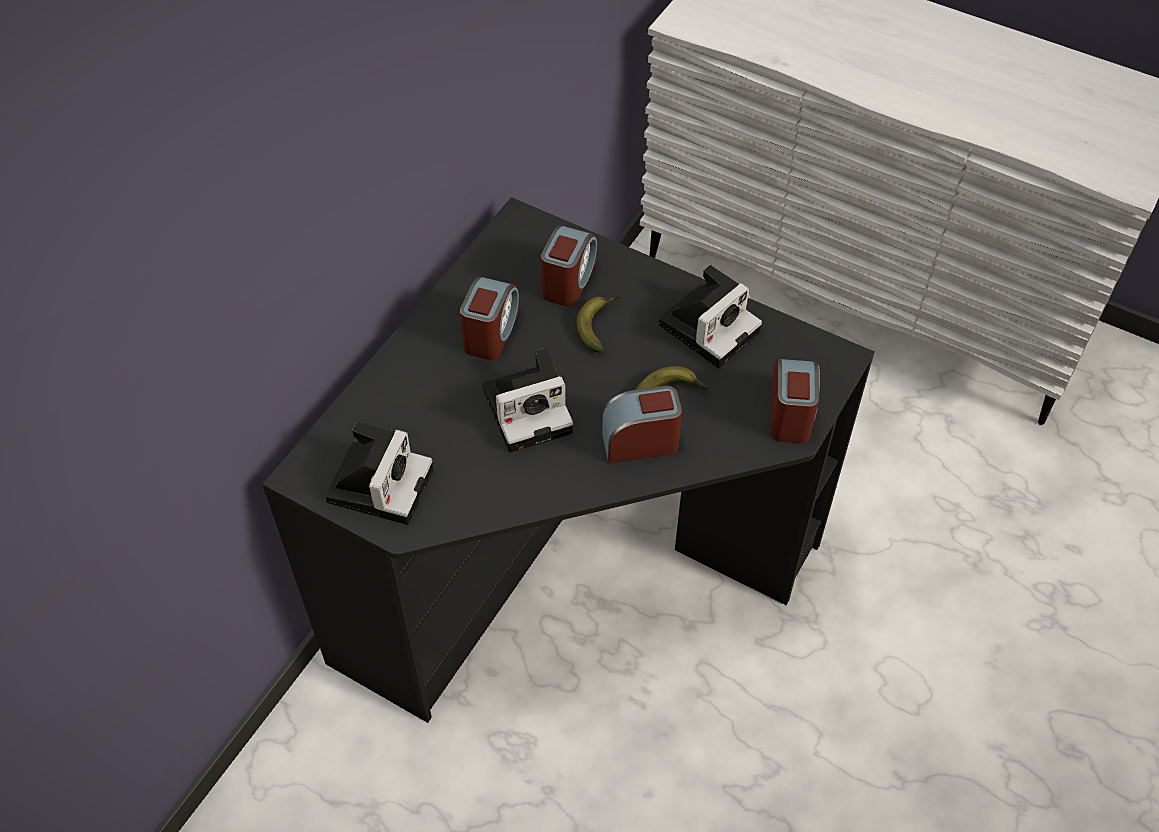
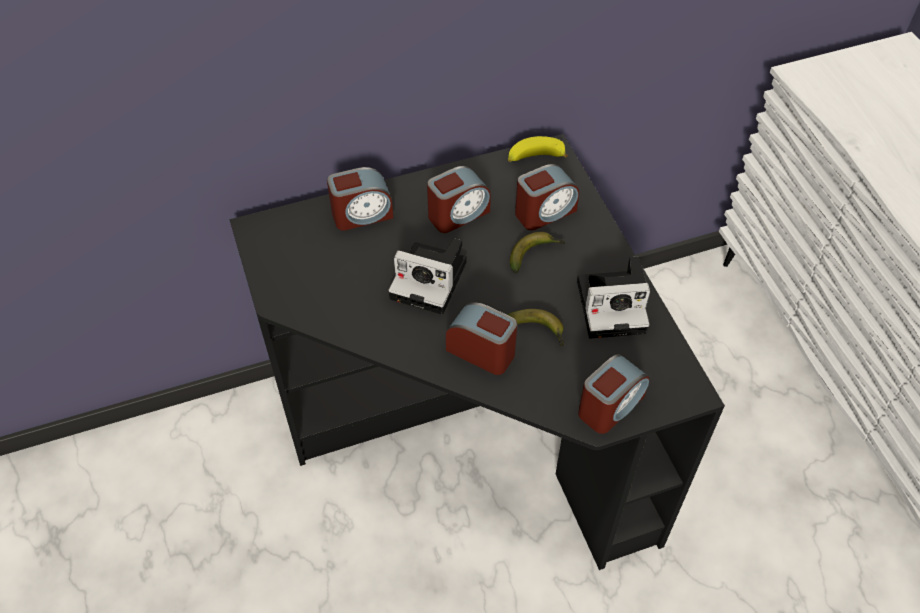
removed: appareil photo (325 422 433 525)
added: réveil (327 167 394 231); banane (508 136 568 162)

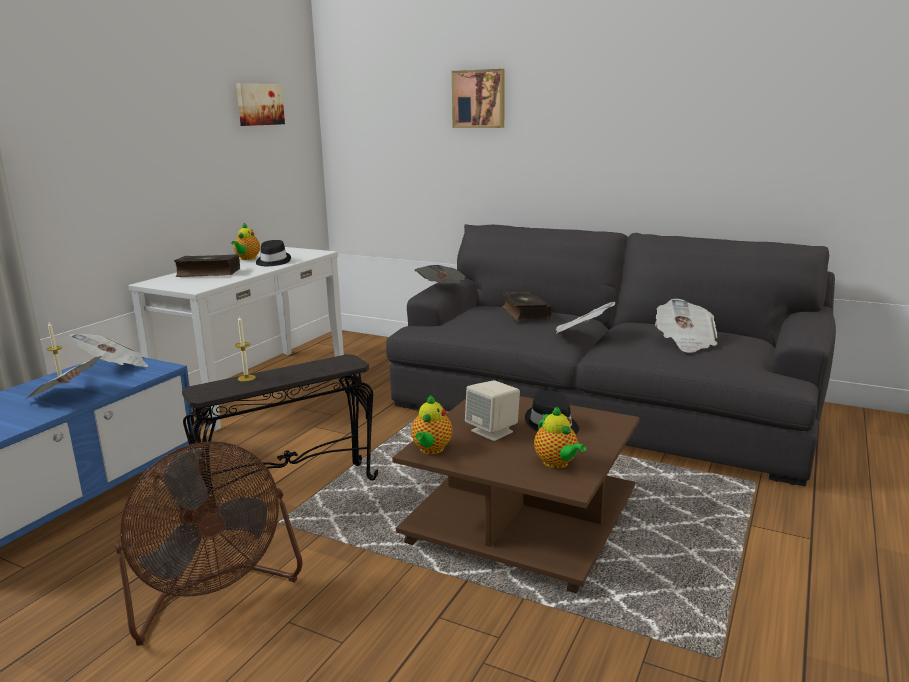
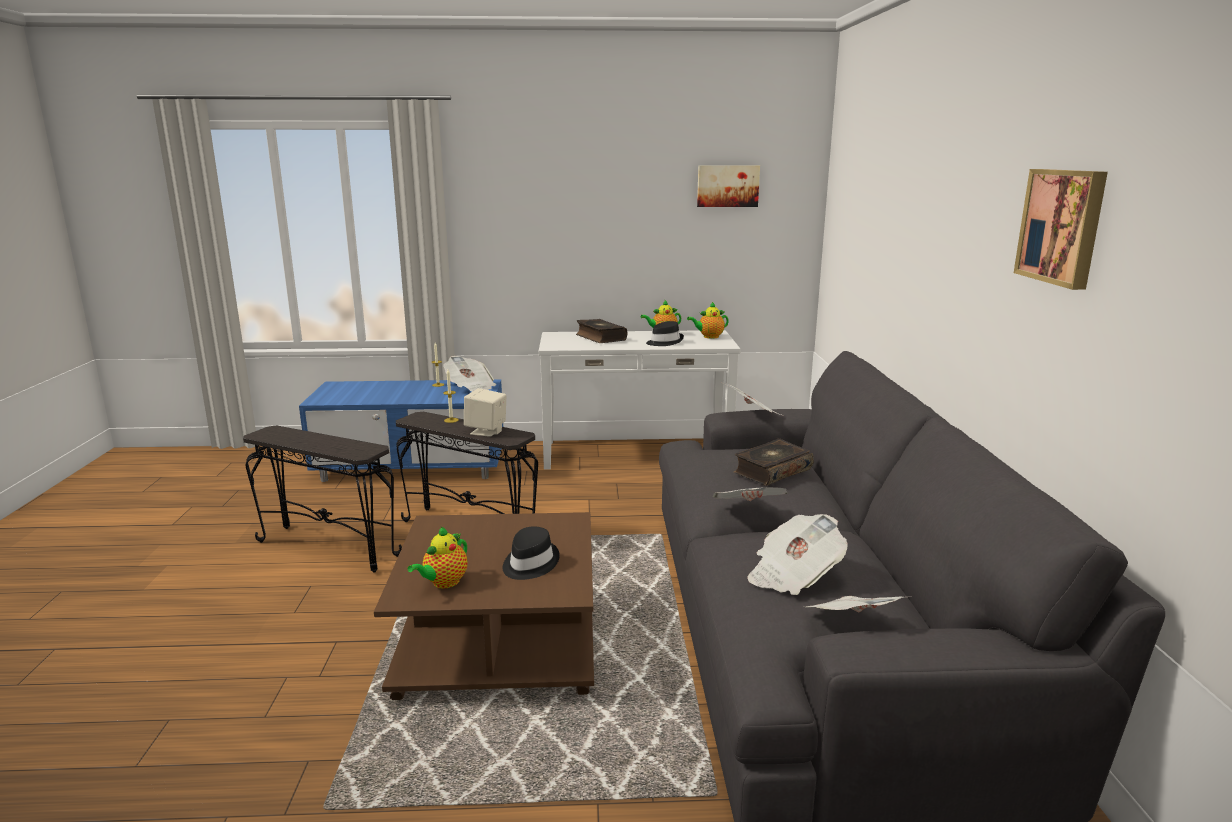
moved: journal (26 356 102 399) to (803 596 904 612); théière (411 395 452 454) to (687 302 729 339); tableau (452 69 505 128) to (1014 169 1108 290); enceinte/beige (465 380 520 441) to (464 388 506 437)
replaced: ventilateur/marron (115 442 302 646) to table d'appoint/noir (243 425 402 573)

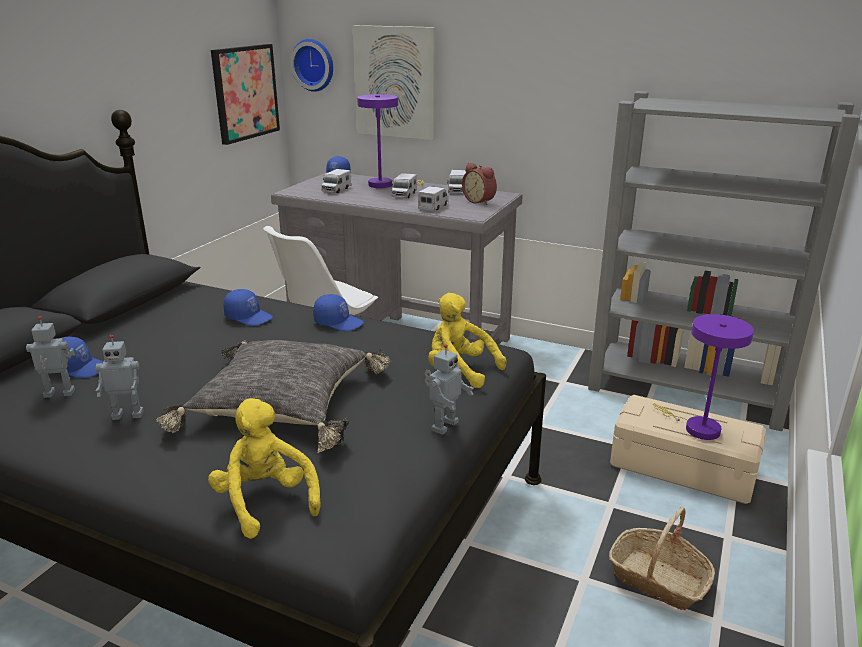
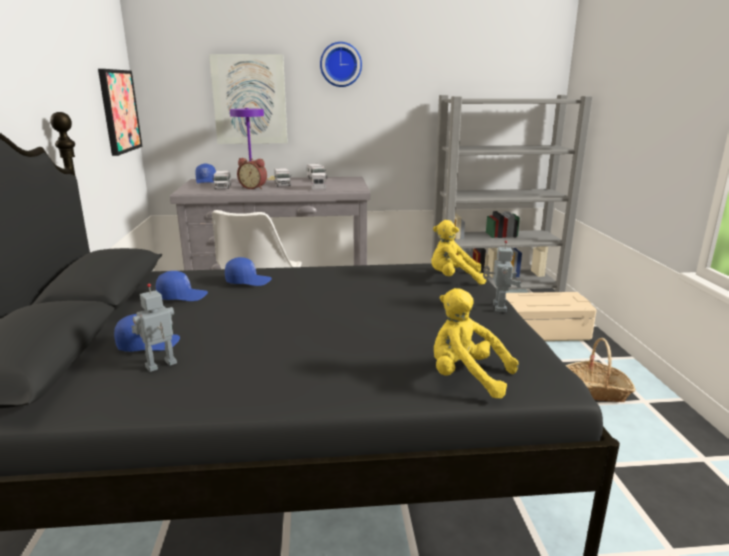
removed: robot jouet (96 335 144 420); coussin (156 340 391 453); lampe de table/violet (653 314 754 440)
moved: horloge murale (290 39 333 92) to (320 42 362 87); casquette/bleu (313 294 364 331) to (156 271 208 301); réveil (462 163 497 205) to (237 158 267 189)

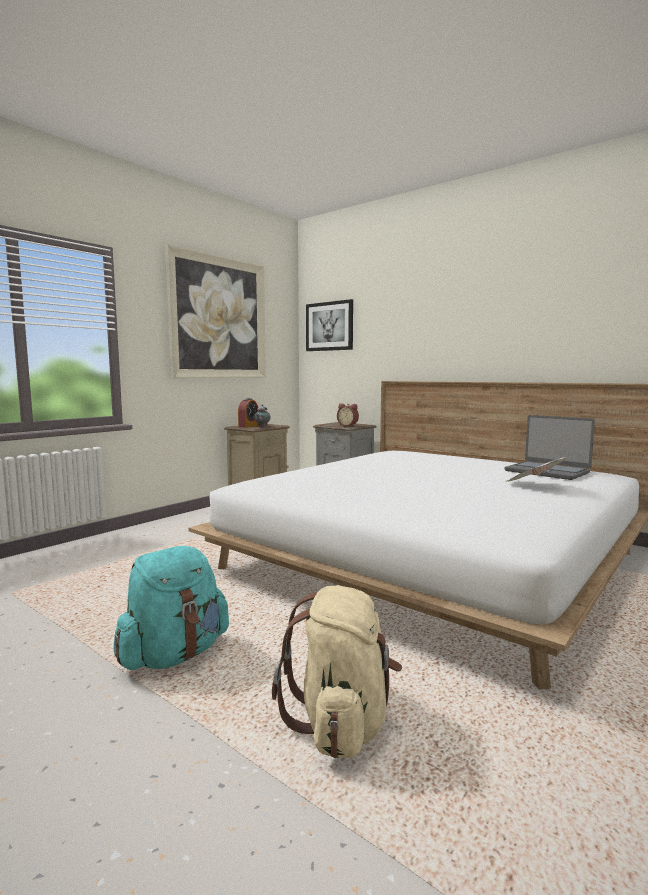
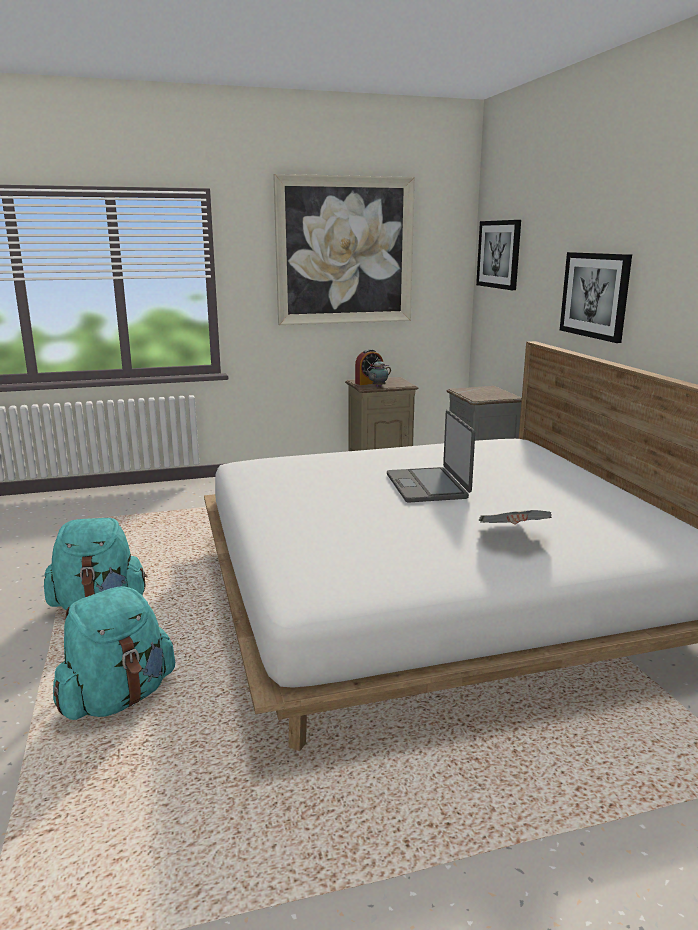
removed: réveil (337 403 359 426)
added: tableau (560 252 632 343)
moved: ordinateur portable (505 415 595 480) to (387 410 475 503)
recoloured: sac à dos/beige (272 586 402 758) to sac à dos/turquoise (53 586 175 720)

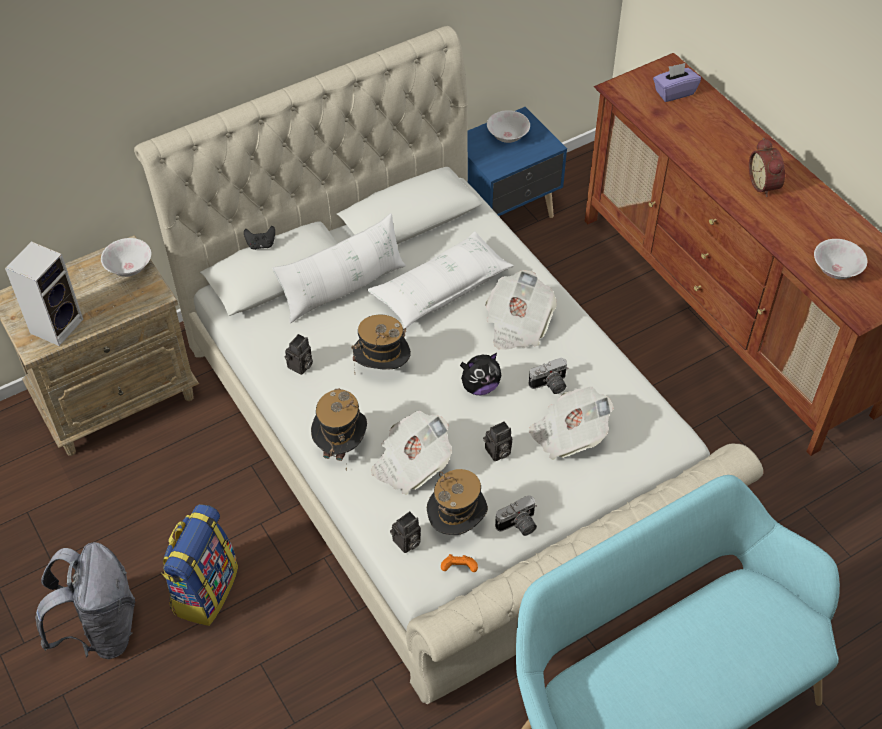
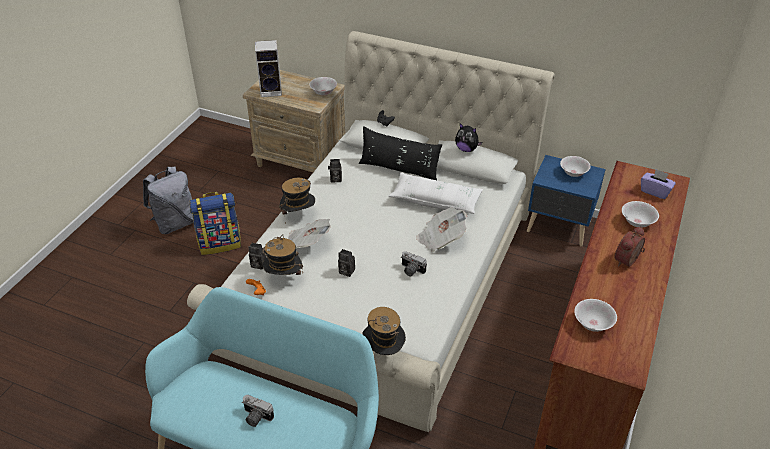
removed: journal (529 386 614 460)
added: bol/blanc (622 201 659 227)
moved: chapeau (351 314 411 373) to (362 307 406 355); peluche (460 353 502 395) to (455 123 482 152); appareil photo (495 495 537 536) to (242 395 274 427)
recoloured: coussin/blanc (272 213 406 323) to coussin/noir (359 126 442 180)

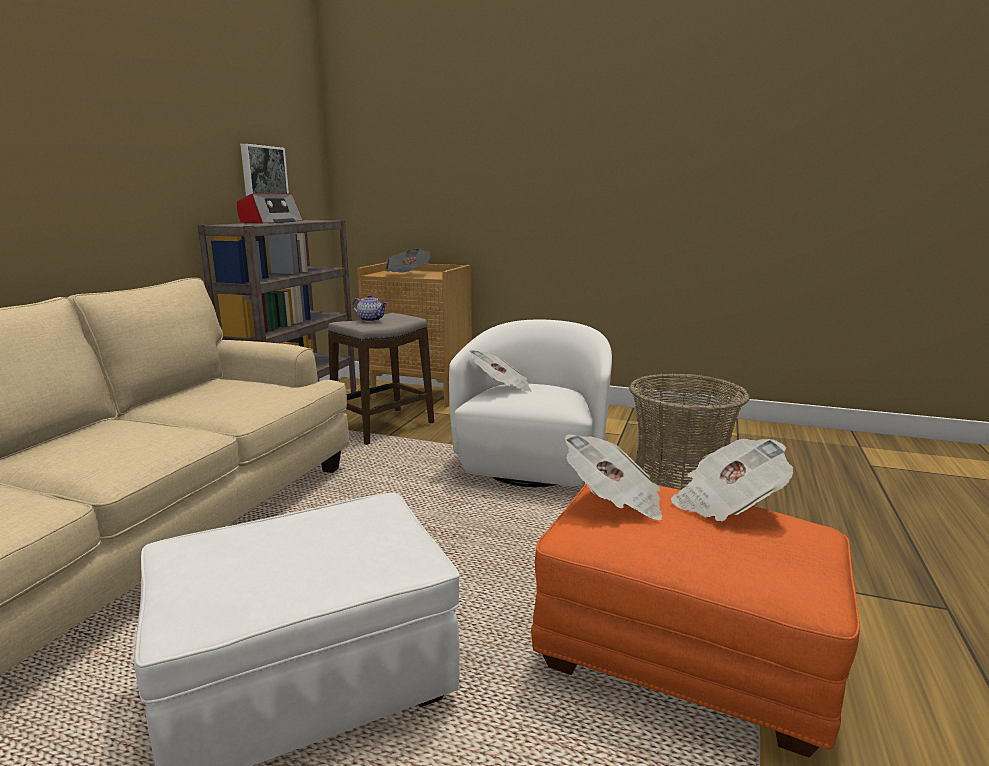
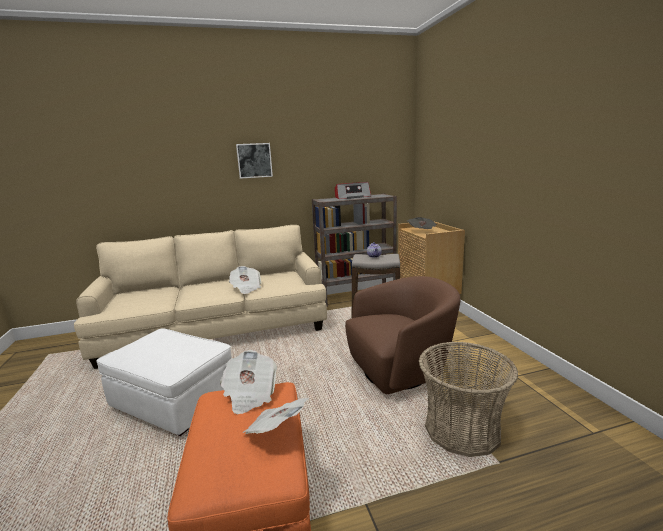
moved: tableau (240 144 289 196) to (236 143 273 179); journal (469 350 532 392) to (229 266 261 294)
recoloured: fauteuil/blanc (449 320 612 487) to fauteuil/marron (345 276 461 394)

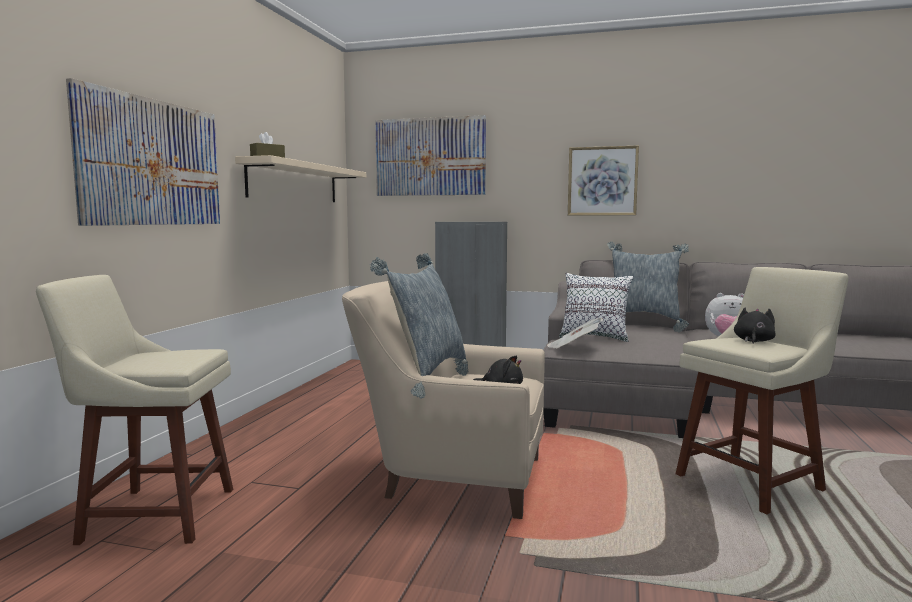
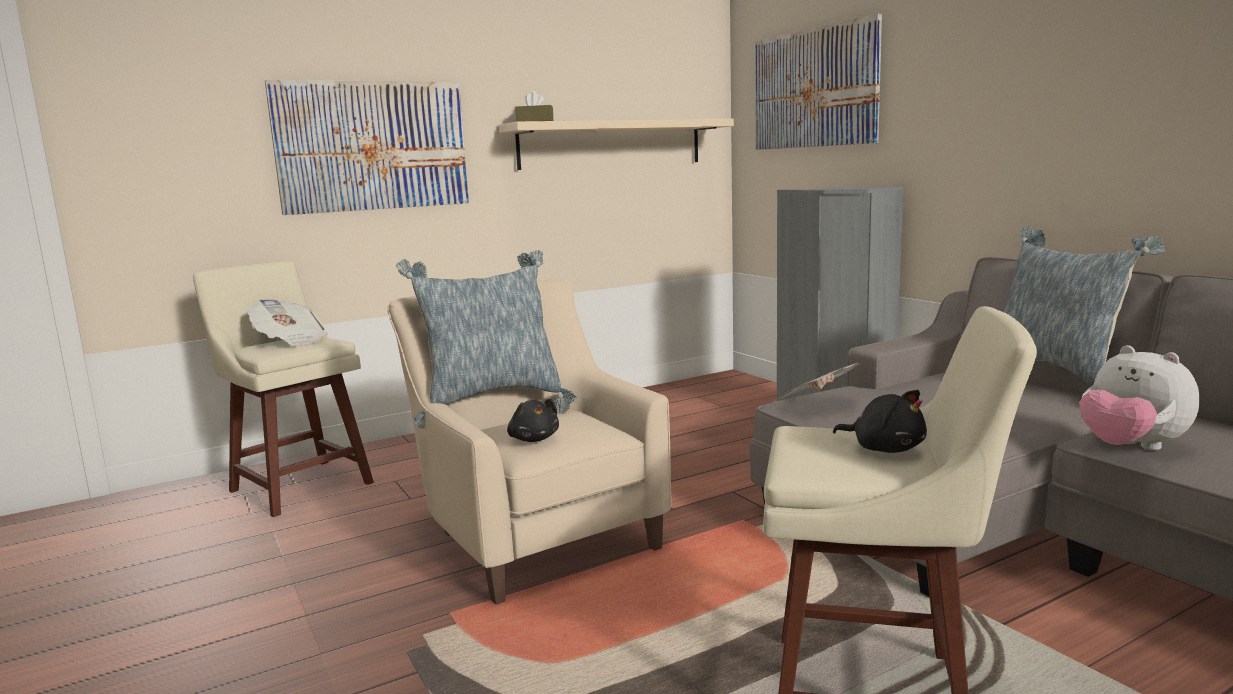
removed: coussin/blanc (559 273 633 342); tableau (568 145 639 215)
added: journal (247 299 328 348)
turned: peluche/noir (734 308 776 344) = (833 390 927 453) 60 degrees clockwise

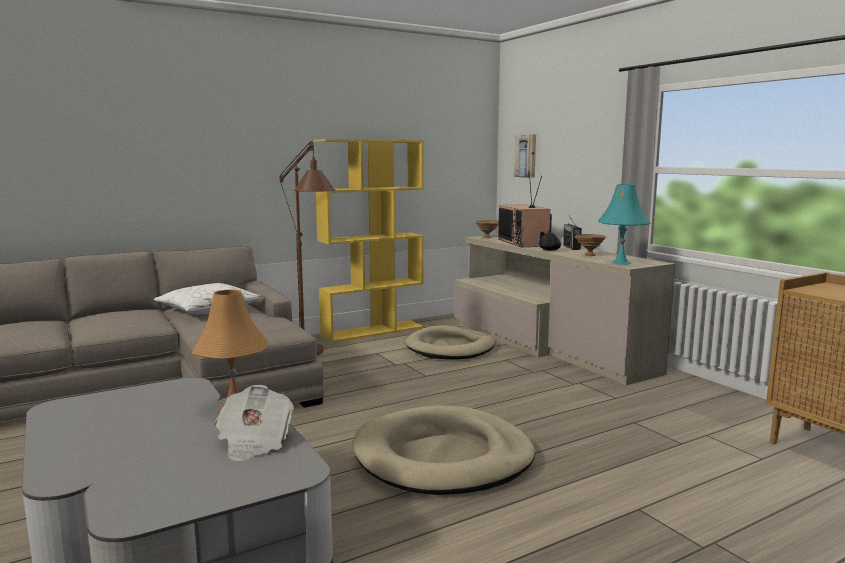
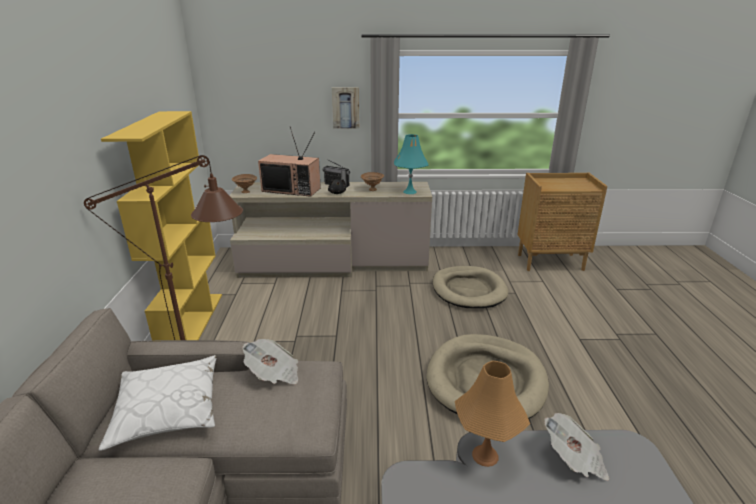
added: journal (242 339 298 384)
moved: panier pour chien/beige (405 325 495 360) to (432 266 508 308); tableau (514 134 536 178) to (332 87 359 128)

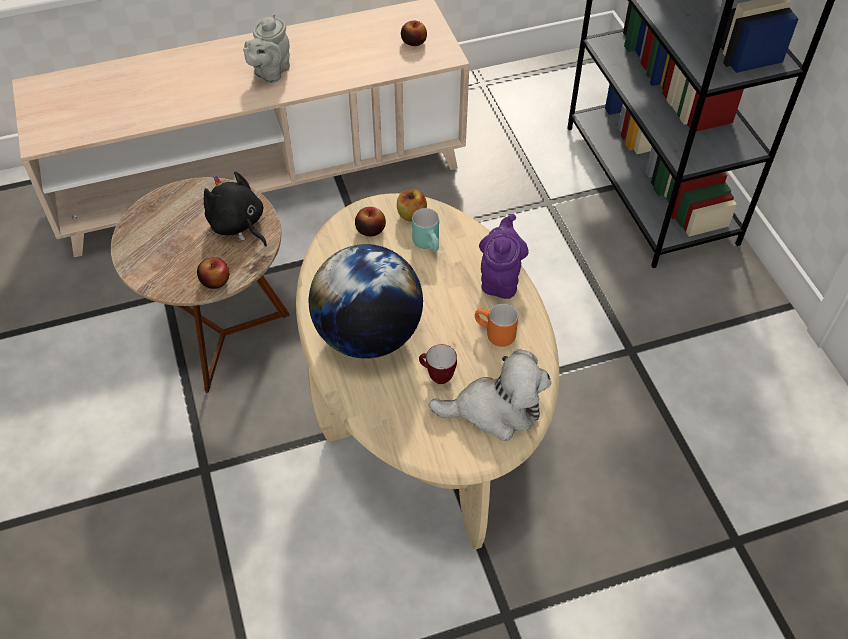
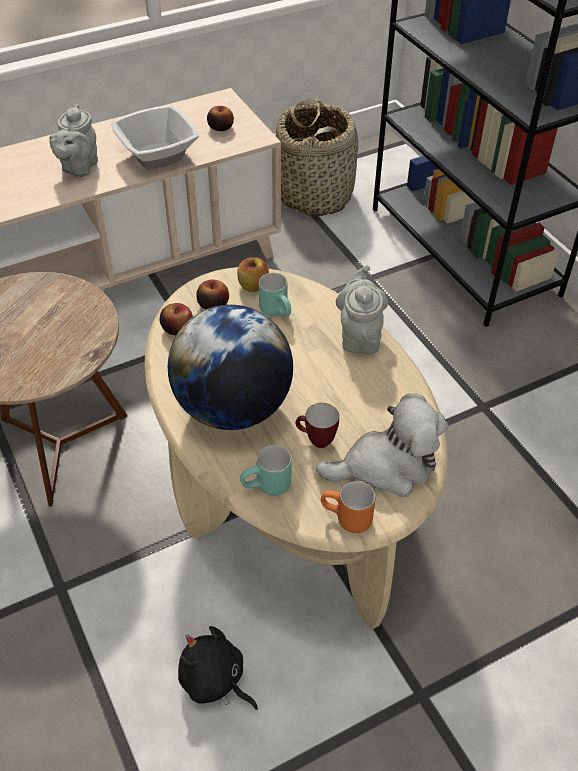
added: bol (111 105 199 170); mug/turquoise (240 445 292 496); panier (276 98 359 216)
moved: pomme (197 257 229 289) to (160 303 193 336); peluche/noir (204 171 267 247) to (178 626 258 710); mug/orange (475 304 518 347) to (321 481 376 533)
recoloured: théière/violet (479 214 528 299) to théière/gris (336 265 388 355)

